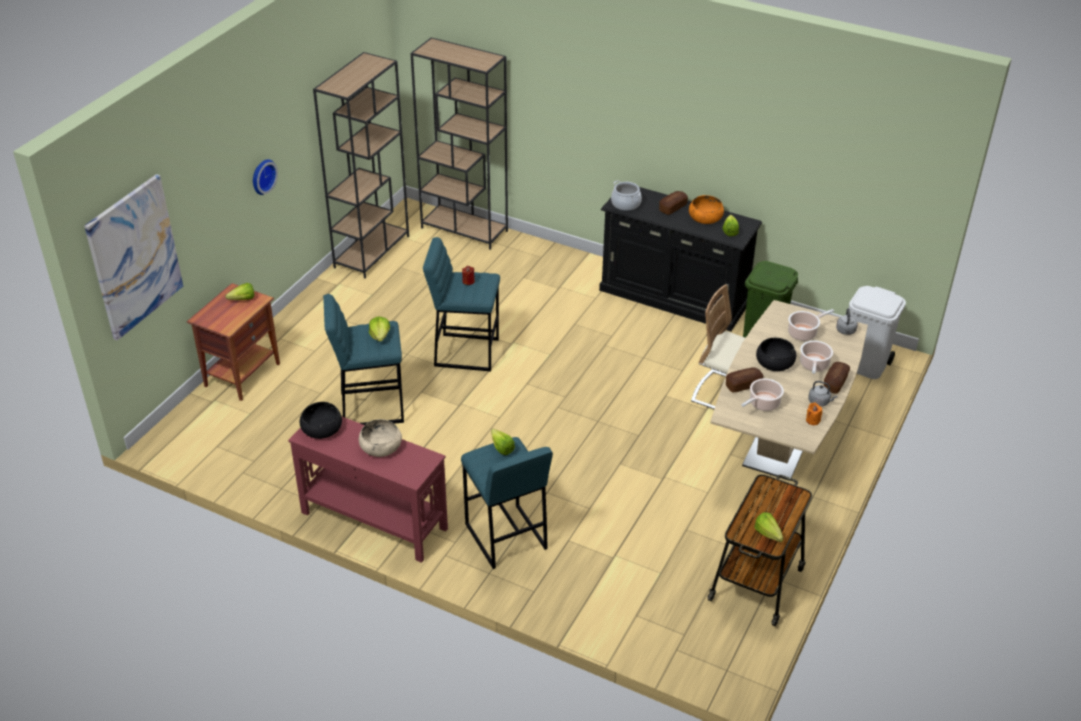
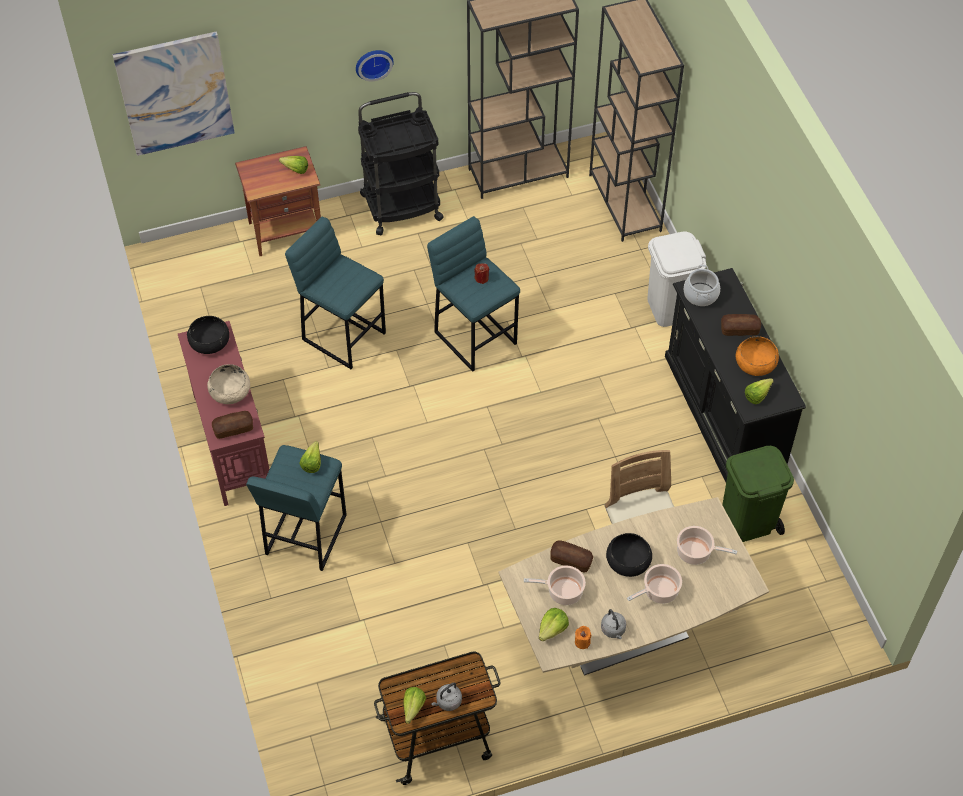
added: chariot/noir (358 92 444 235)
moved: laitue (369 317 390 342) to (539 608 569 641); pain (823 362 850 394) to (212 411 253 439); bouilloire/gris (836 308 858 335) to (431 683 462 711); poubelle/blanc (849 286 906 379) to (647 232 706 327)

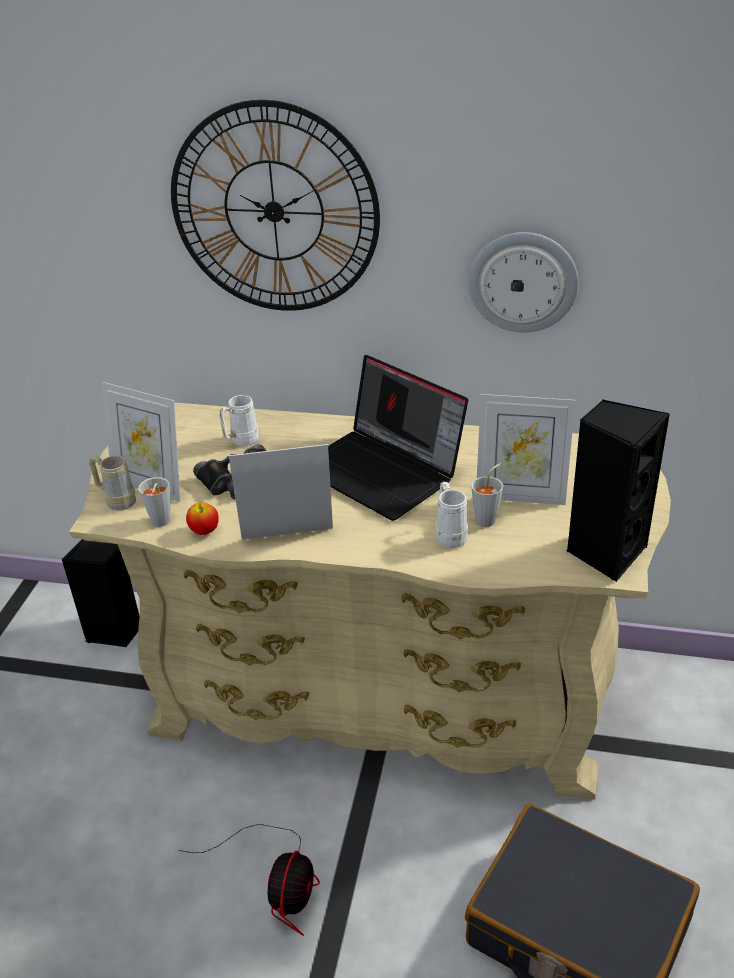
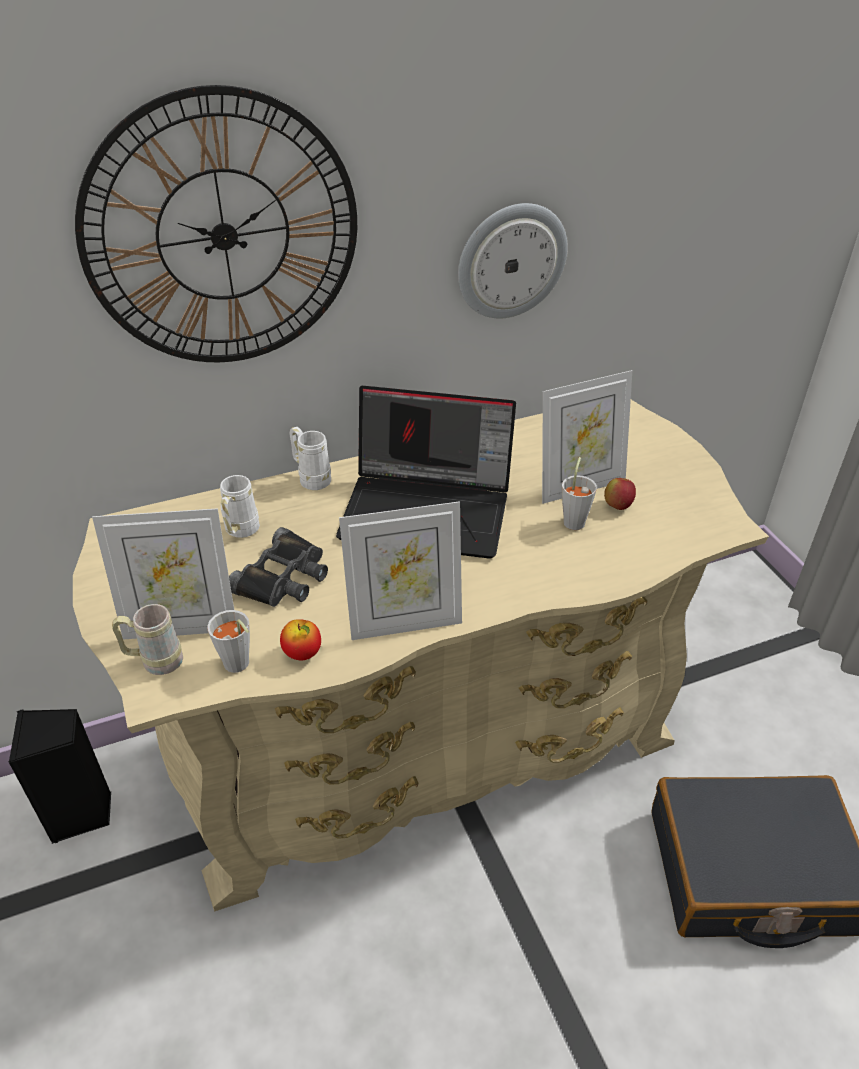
removed: ventilateur (179 824 320 936); enceinte/noir (566 399 670 582)
added: pomme (604 478 636 510)
moved: mug/blanc (436 482 468 548) to (289 427 331 490)
turned: cadre photo (229 444 333 540) = (339 501 462 640) 150 degrees counterclockwise

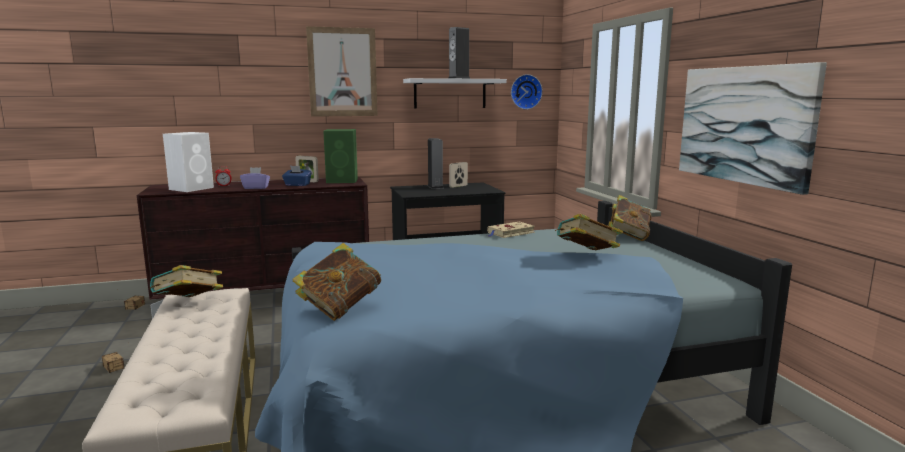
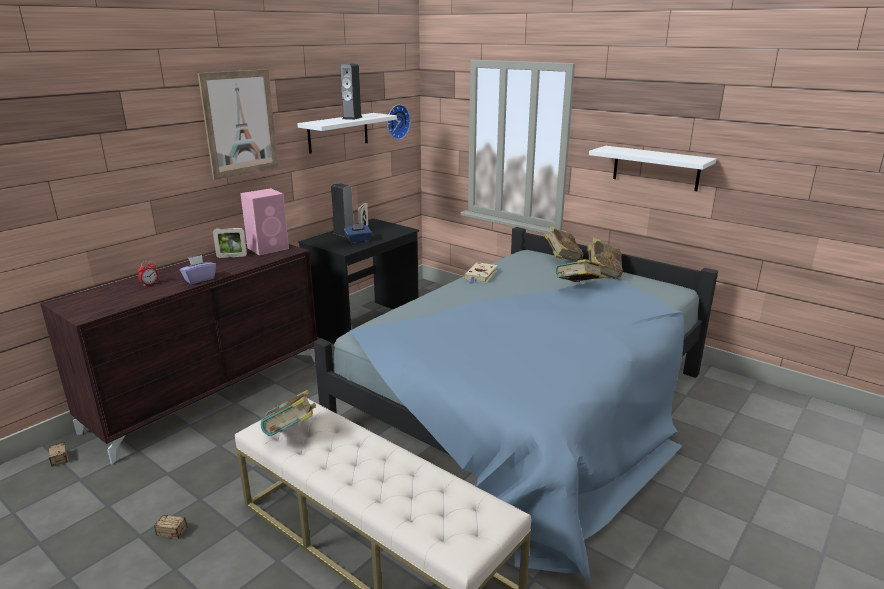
removed: enceinte/blanc (163 132 214 192)
moved: boîte à mouchoirs/bleu (282 166 312 186) to (344 223 372 244); livre (292 243 381 321) to (587 238 623 279)
replaced: tableau (679 62 827 195) to étagère/blanc (589 146 716 191)
recoloured: enceinte/vert (323 129 358 183) to enceinte/rose (240 188 289 256)

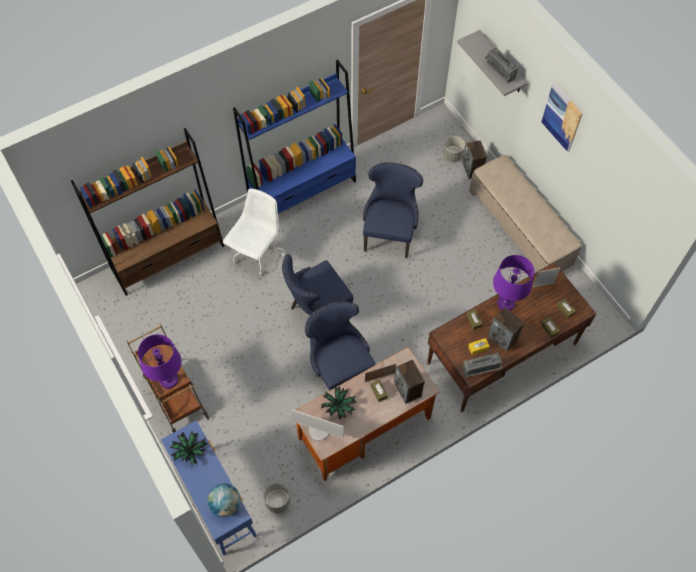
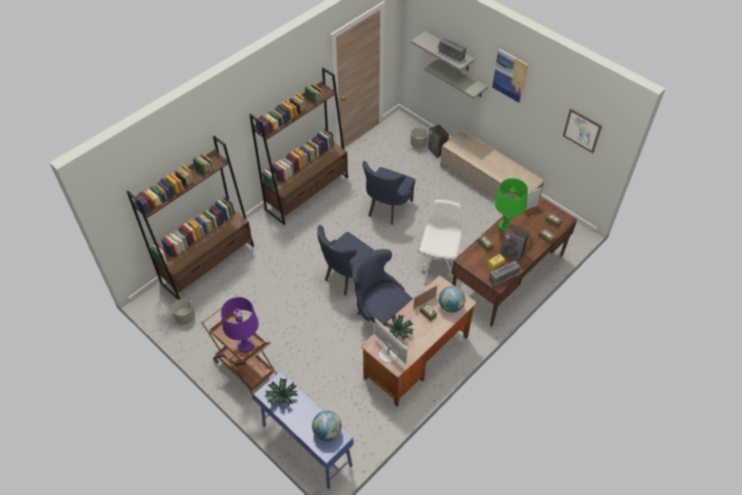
added: étagère/gris (424 59 488 99); tableau (563 108 602 153)
moved: chaise de bureau/blanc (223 188 286 275) to (418 199 463 276); cache-pot/gris (264 483 290 513) to (172 299 195 324)
replaced: enceinte (394 360 425 404) to globe (439 286 465 313)
recoloured: bibliothèque/bleu (233 60 356 214) to bibliothèque/marron (250 68 348 225); lampe de table/violet (493 255 534 311) to lampe de table/vert (494 178 528 233)
turned: écran d'ordinateur (292 409 344 440) = (375 318 408 364) 135 degrees counterclockwise; chaise/bleu (363 162 423 258) = (363 161 415 225) 150 degrees counterclockwise

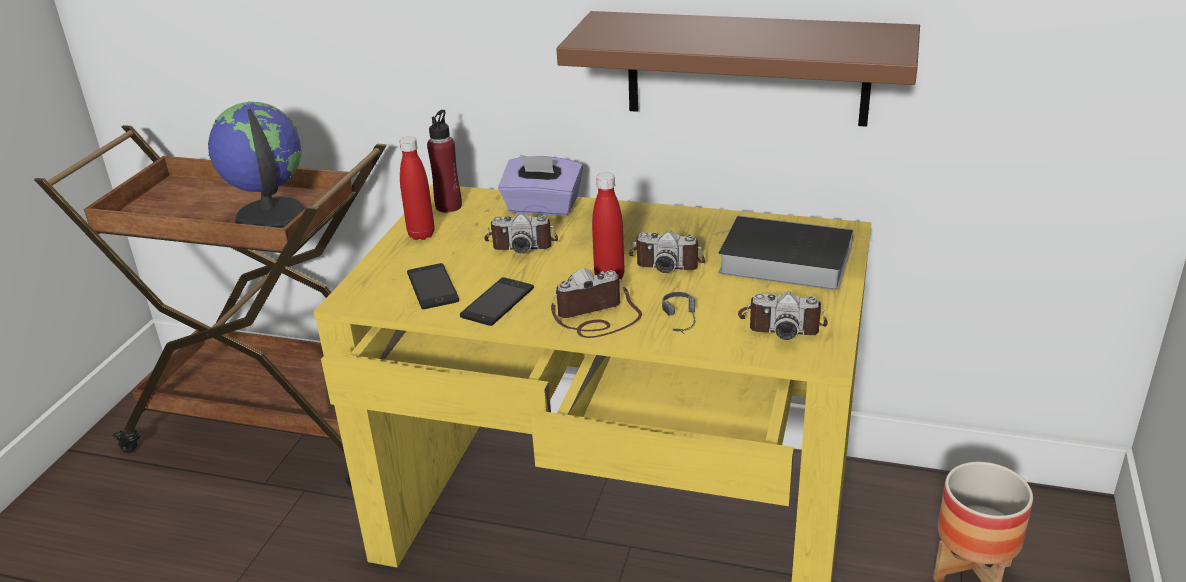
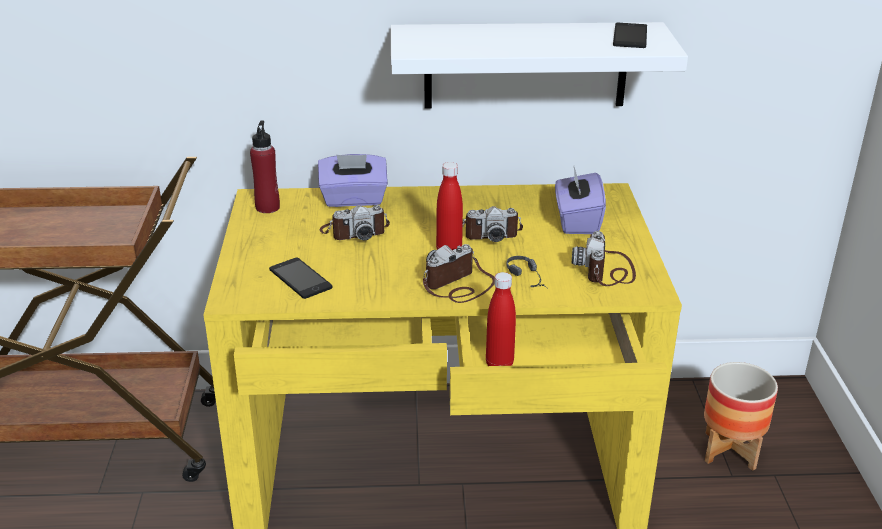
removed: globe (208 102 305 228)
moved: bouteille/rouge (399 136 435 240) to (486 272 516 366); téléphone (460 277 534 326) to (613 23 647 48)
replaced: livre (716 216 853 290) to boîte à mouchoirs/violet (555 167 606 234)
recoloured: étagère/marron (556 11 920 127) to étagère/blanc (391 22 688 109)
turned: appareil photo (738 292 828 340) = (572 231 636 286) 105 degrees clockwise

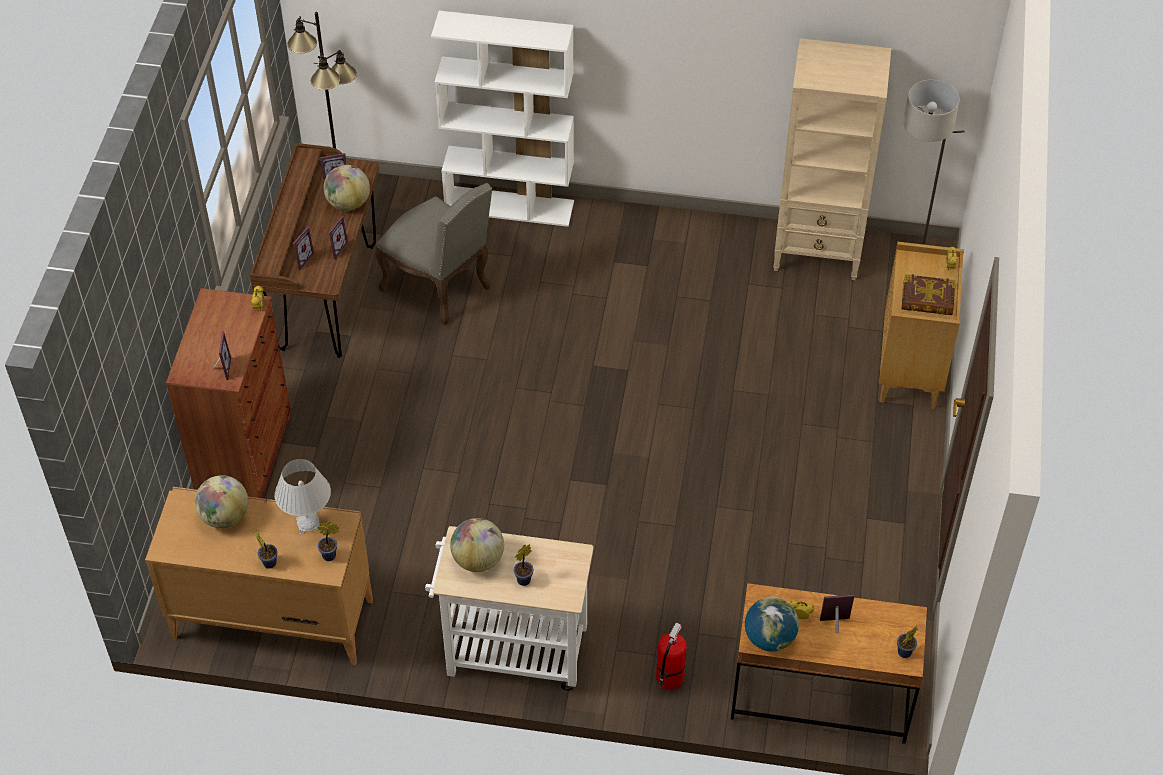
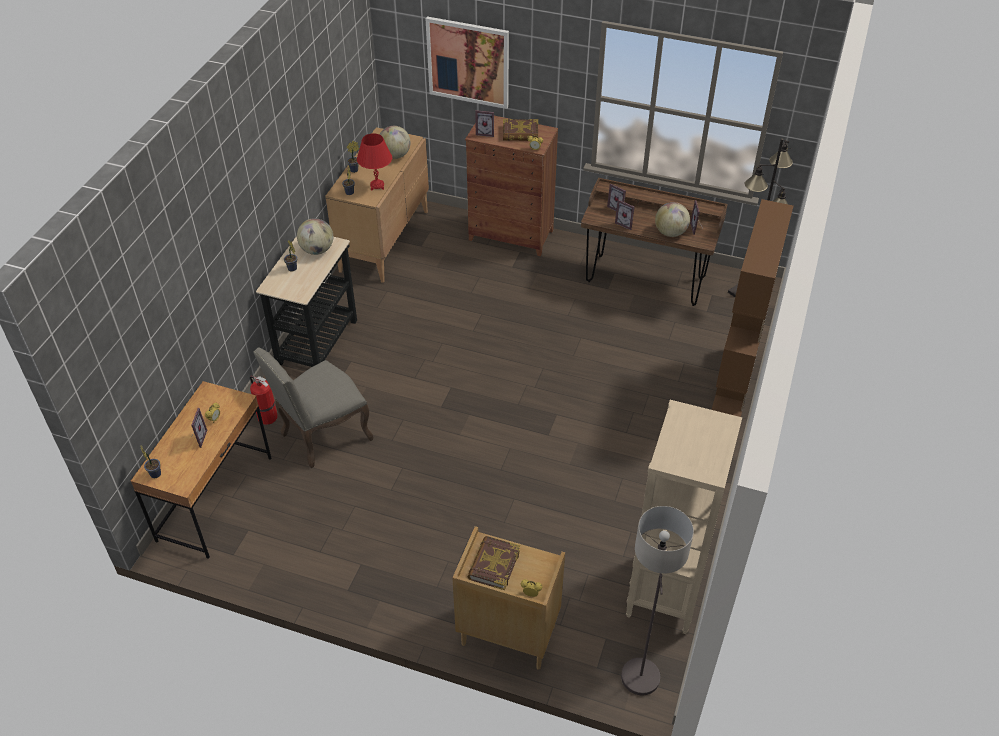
removed: globe (745 596 799 651)
added: tableau (425 17 509 109); livre (503 119 538 141)
moved: chaise/gris (376 183 492 325) to (253 348 373 468)
recoloured: lampe de table/blanc (275 459 331 535) to lampe de table/rouge (357 133 392 191); chariot/blanc (425 526 594 691) to chariot/noir (256 236 357 367); bibliothèque/blanc (431 11 574 227) to bibliothèque/marron (711 199 793 417)

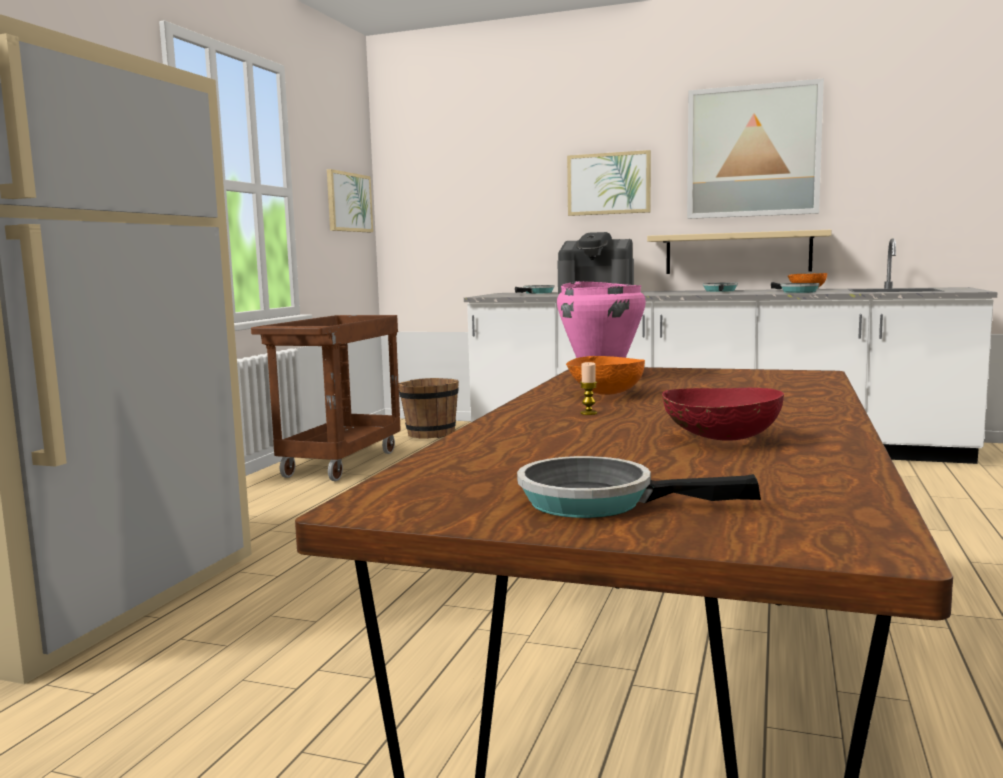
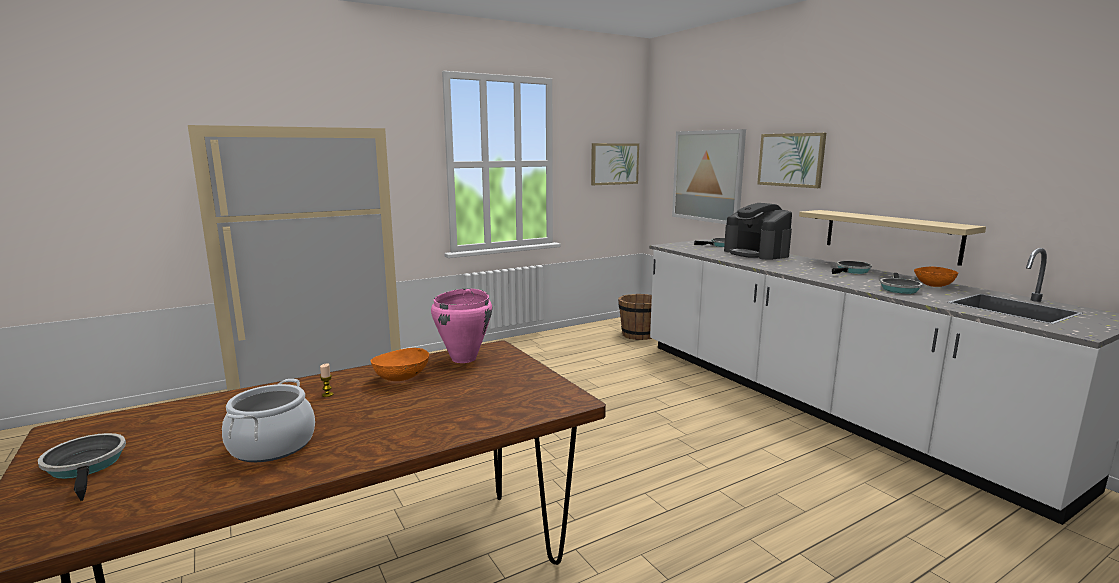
removed: chariot/marron (251 315 401 481)
moved: tableau (687 78 824 219) to (672 129 746 224)
replaced: bol/rouge (662 388 784 441) to marmite (222 379 315 462)

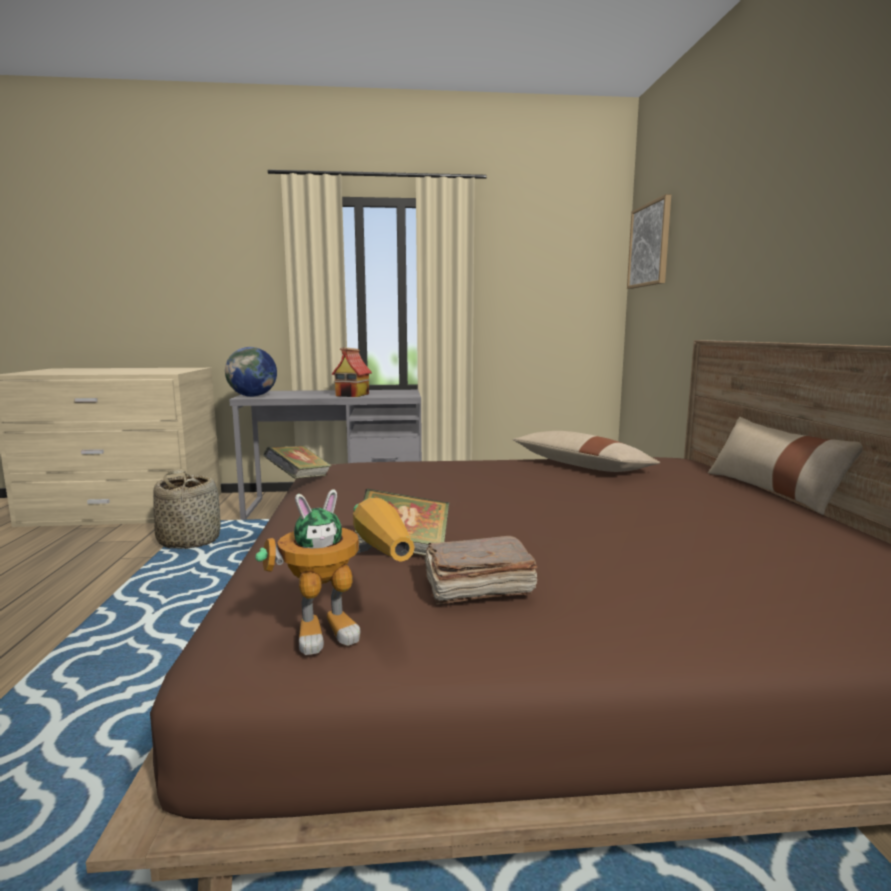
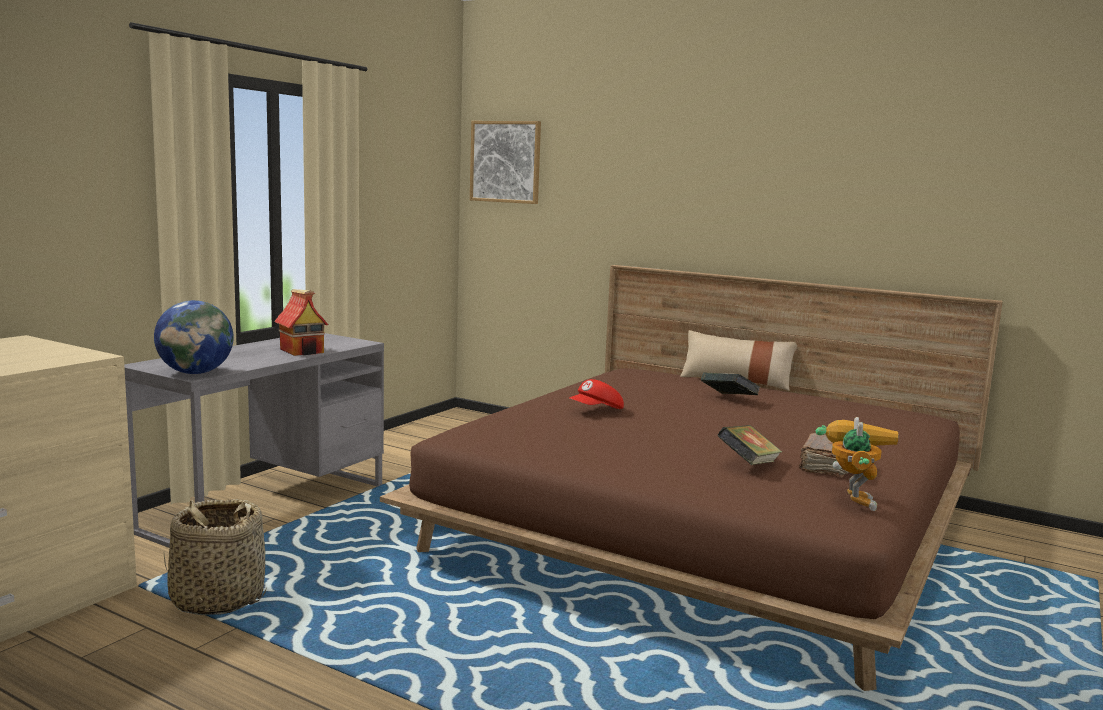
removed: coussin/beige (513 431 660 472)
added: casquette/rouge (570 379 624 409)
moved: livre (263 446 332 479) to (701 372 760 395)

